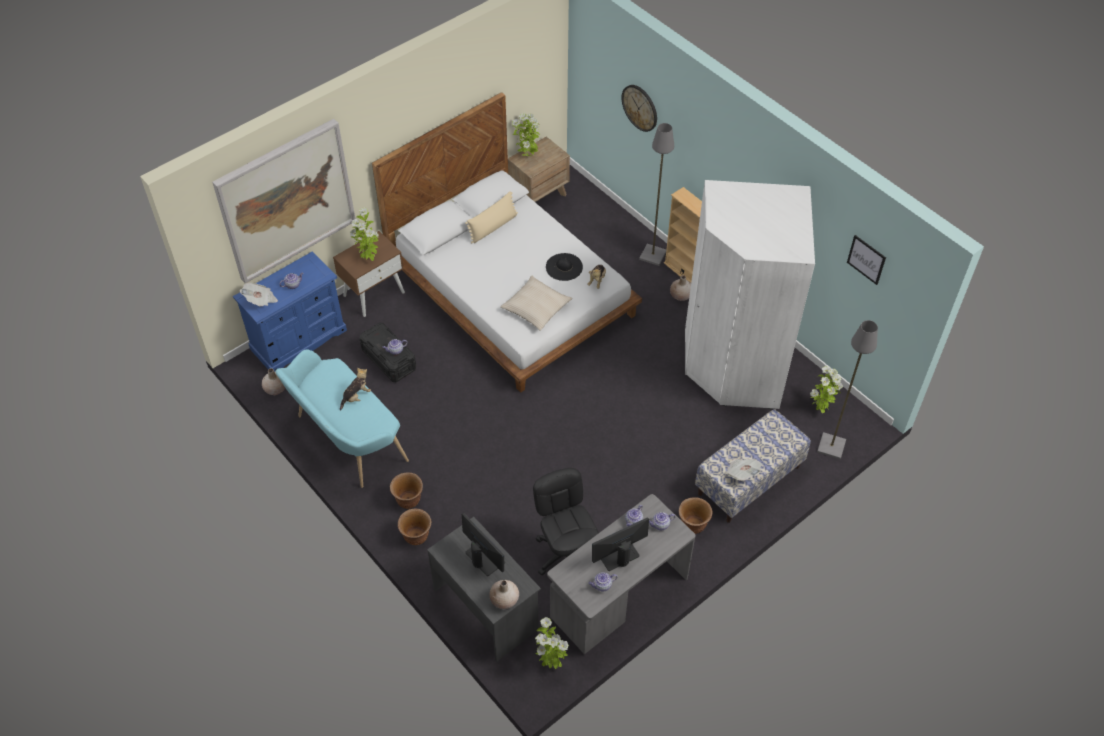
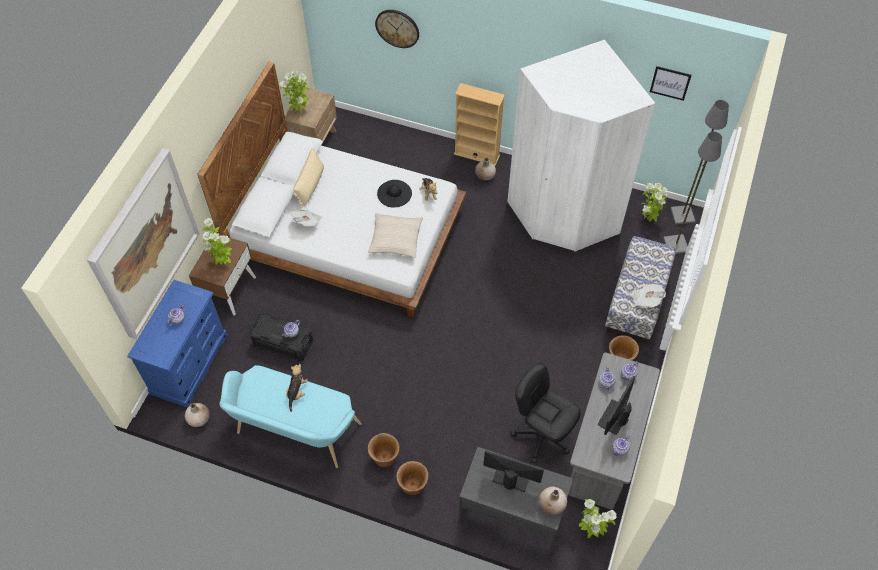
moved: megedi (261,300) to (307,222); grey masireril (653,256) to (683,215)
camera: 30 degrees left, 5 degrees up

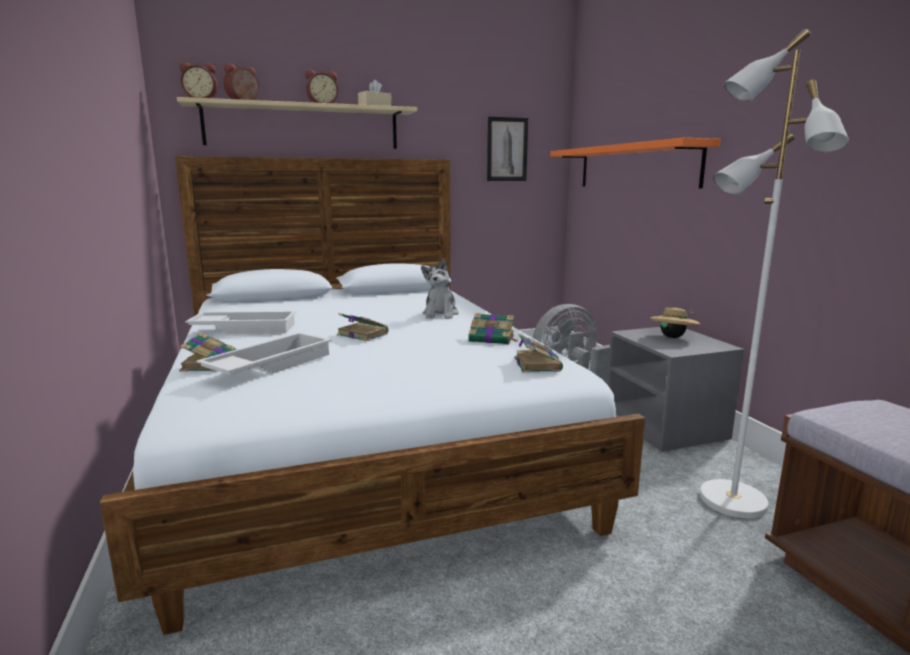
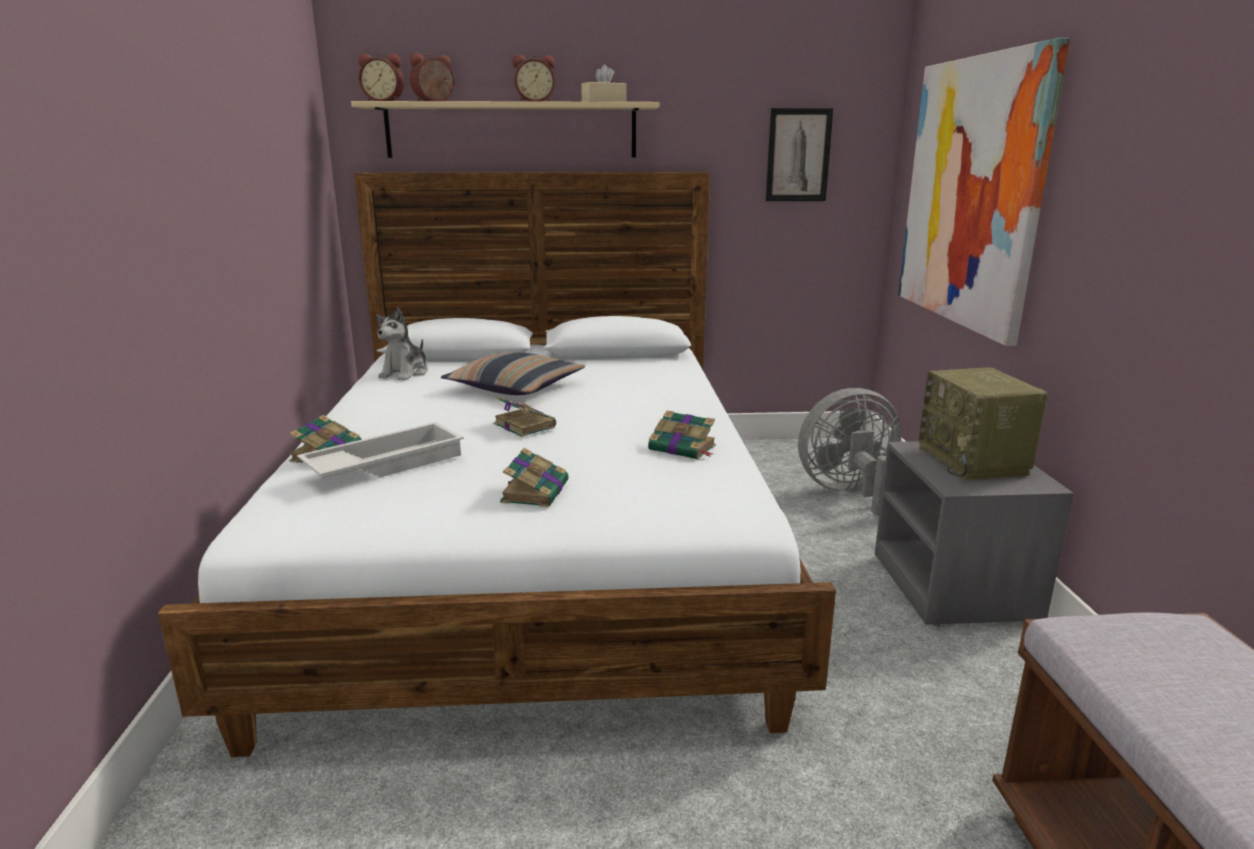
removed: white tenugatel (245,328); white masireril (731,501)
added: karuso (515,387)
moved: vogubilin (440,314) to (405,373); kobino (537,364) to (535,491)
replaced: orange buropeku (635,166) to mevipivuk (971,192); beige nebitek (673,337) to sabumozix (974,462)
camera: 15 degrees right, 5 degrees up

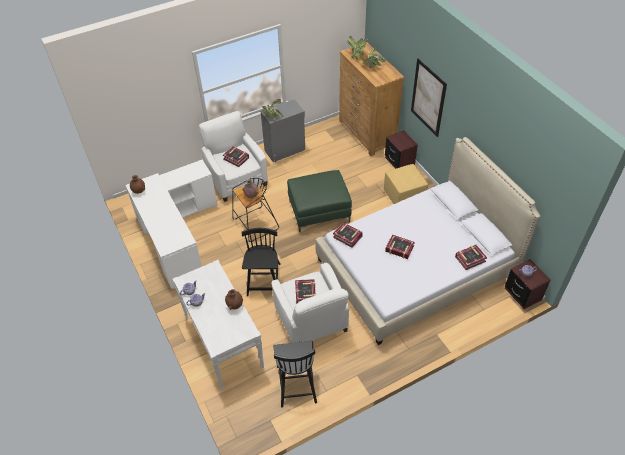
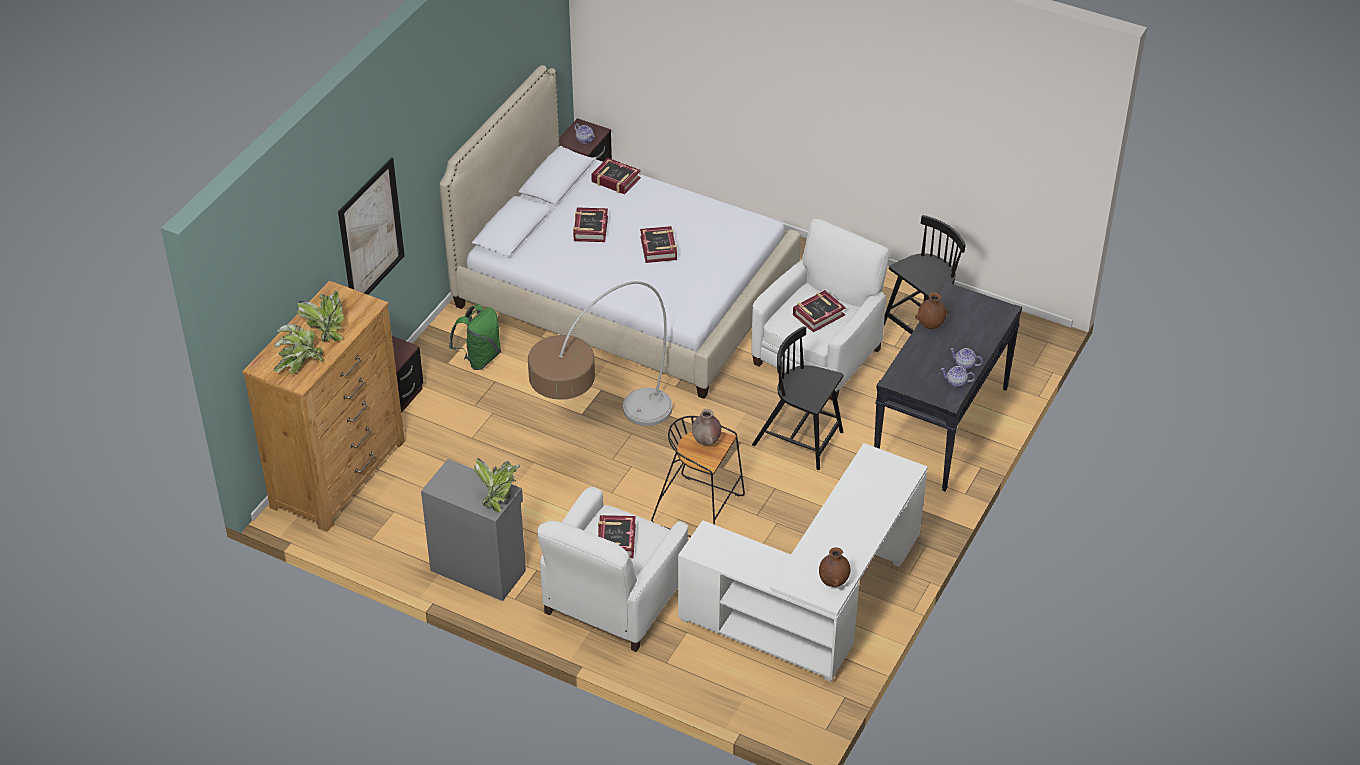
moved: kobino (347,236) to (590,228)
replaced: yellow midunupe (404,196) to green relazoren (479,358); green midunupe (319,211) to masireril (600,445)
recoloured: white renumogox (223,342) to black renumogox (941,427)
turned: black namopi (264,280) = (799,439) 60 degrees clockwise
camera: 125 degrees left, 5 degrees down

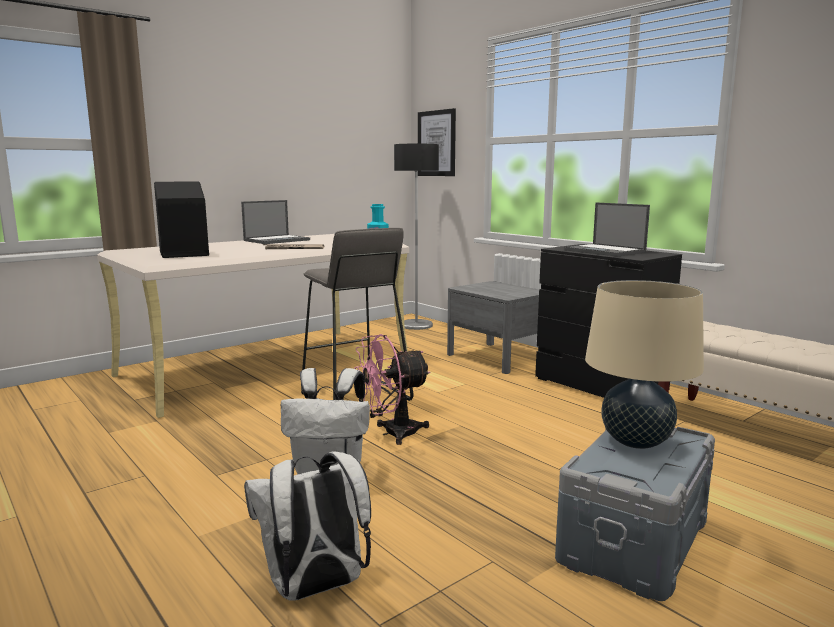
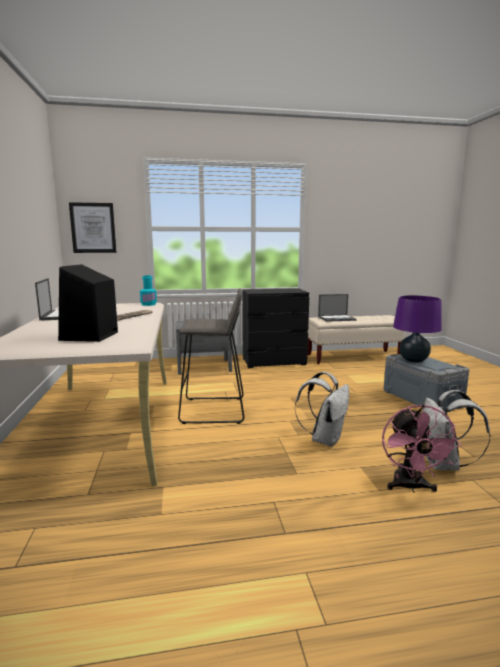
removed: masireril (416,325)
moved: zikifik (605,251) to (337,318); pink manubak (392,433) to (410,487)
recoloured: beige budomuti (636,441) to purple budomuti (413,360)
camera: 60 degrees left, 0 degrees up

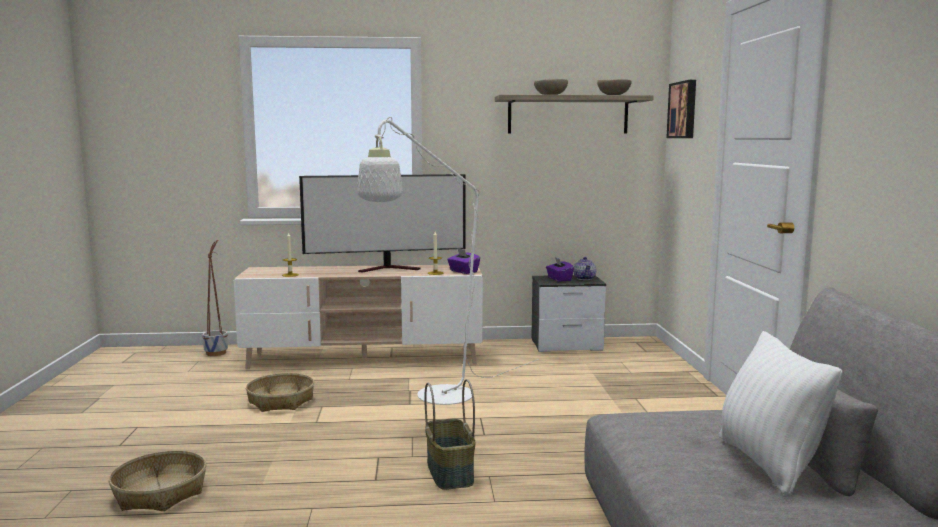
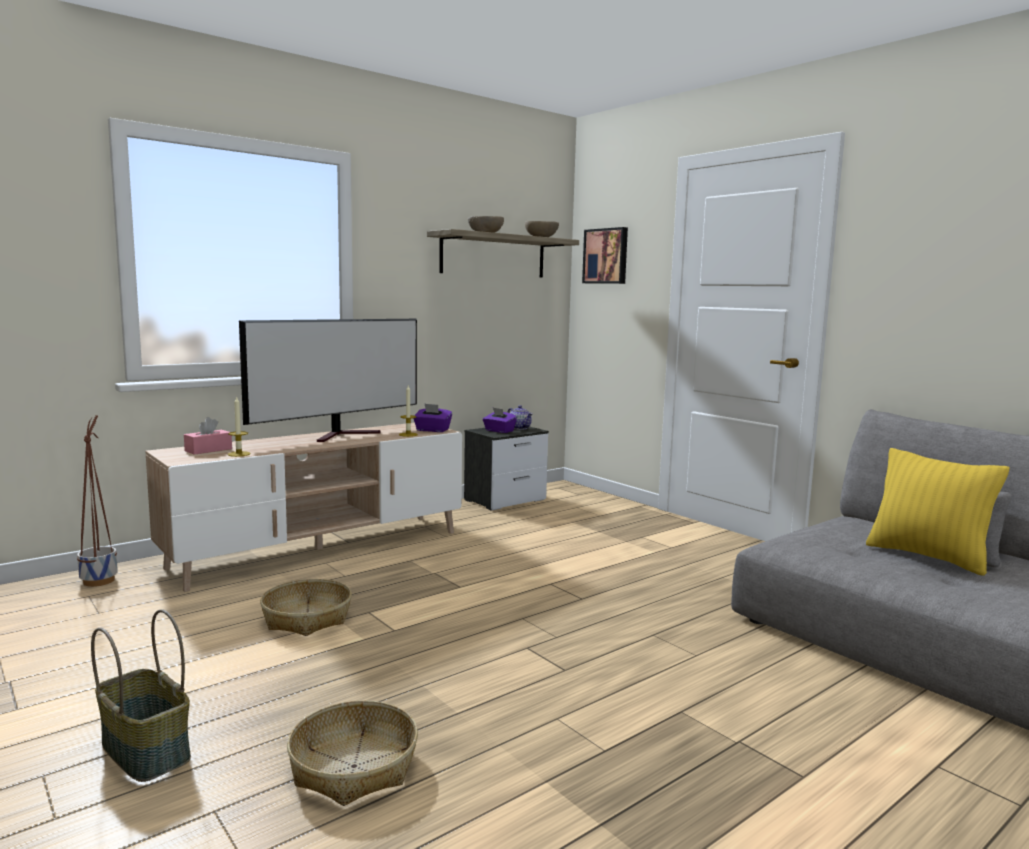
removed: white masireril (434,398)
added: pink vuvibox (208,450)
moved: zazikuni (451,472) to (147,750)
recoloured: white karuso (768,464) to yellow karuso (927,556)
camera: 35 degrees left, 0 degrees up

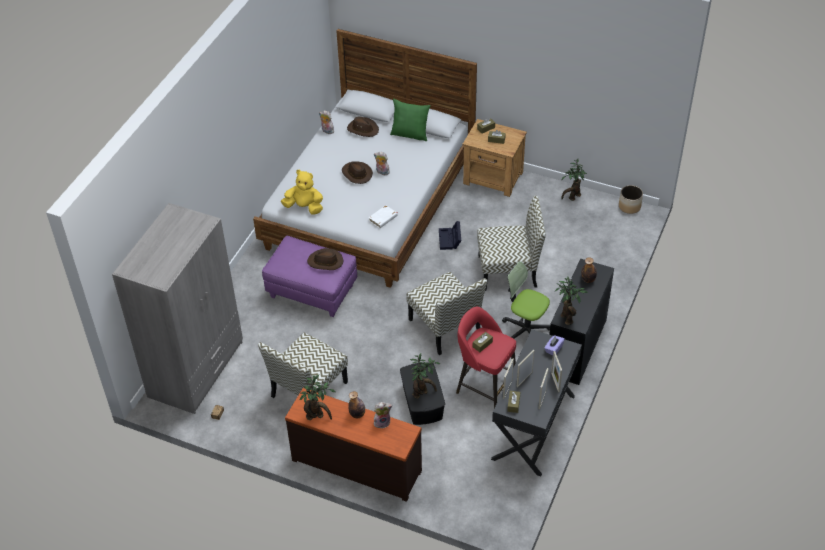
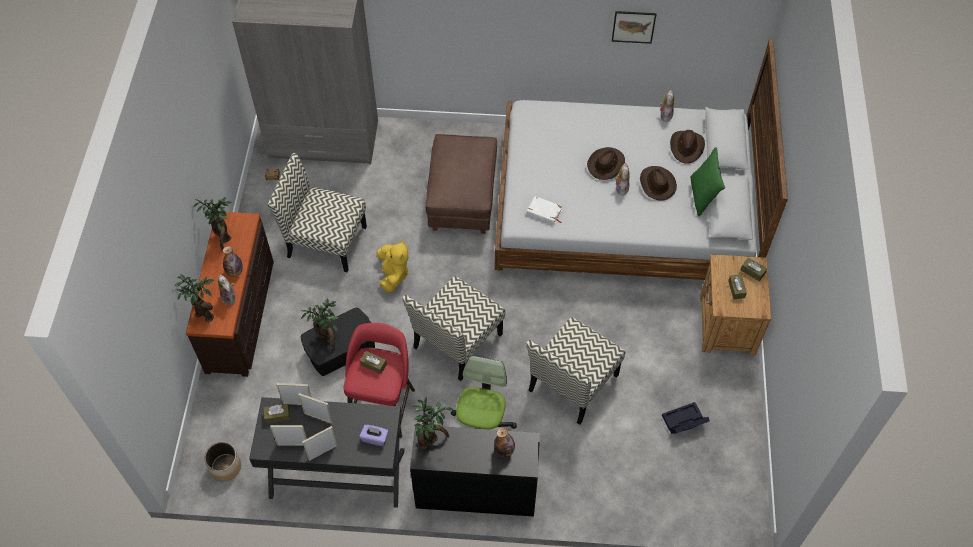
added: mevipivuk (633,26)
moved: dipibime (572,197) to (203,314); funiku (629,207) to (225,467); yellow vogubilin (304,207) to (393,275); brown nebitek (325,262) to (656,184); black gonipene (450,240) to (683,422)
recoloured: purple midunupe (312,292) to brown midunupe (462,200)
turned: namopi (509,270) = (572,384) 60 degrees clockwise
camera: 70 degrees right, 10 degrees up

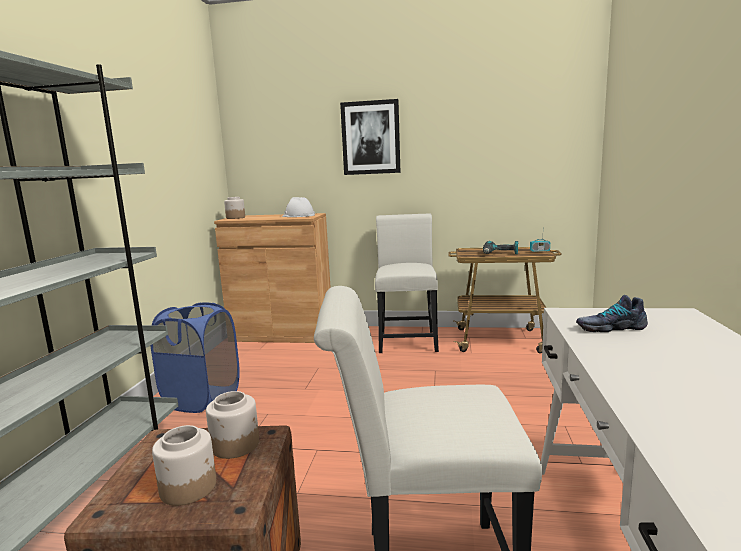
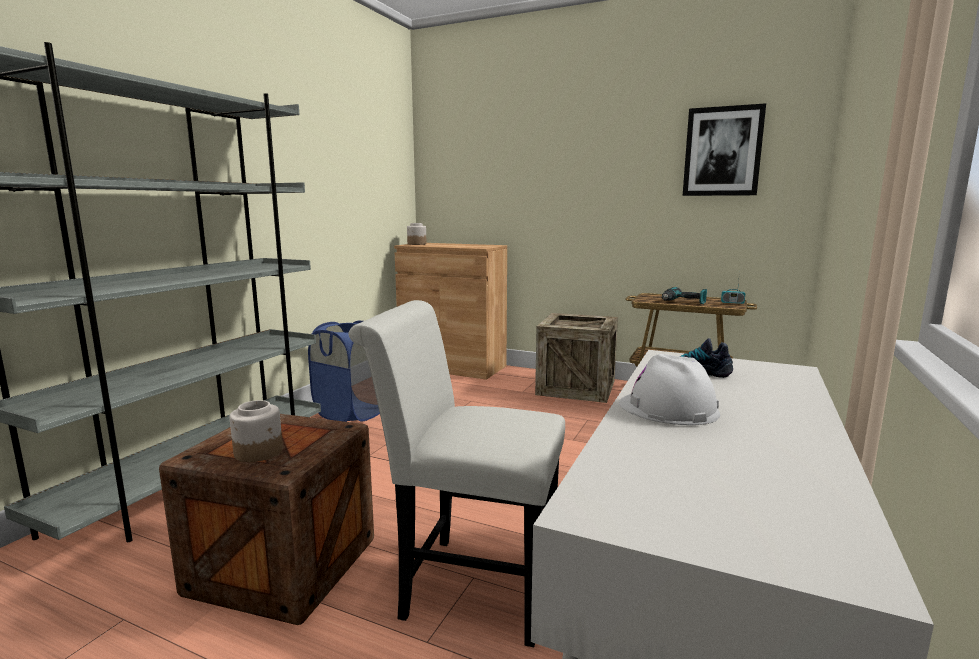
removed: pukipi (236,445)
moved: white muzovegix (298,216) to (668,408); mevipivuk (371,138) to (722,151)
replaced: white namopi (407,340) to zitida (576,387)
camera: 15 degrees right, 0 degrees up

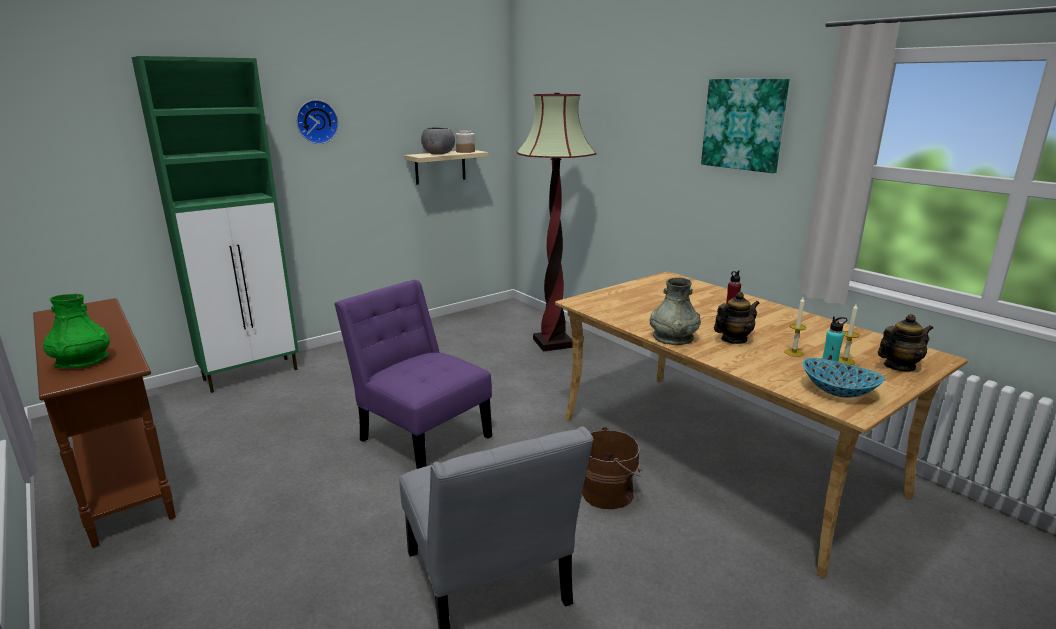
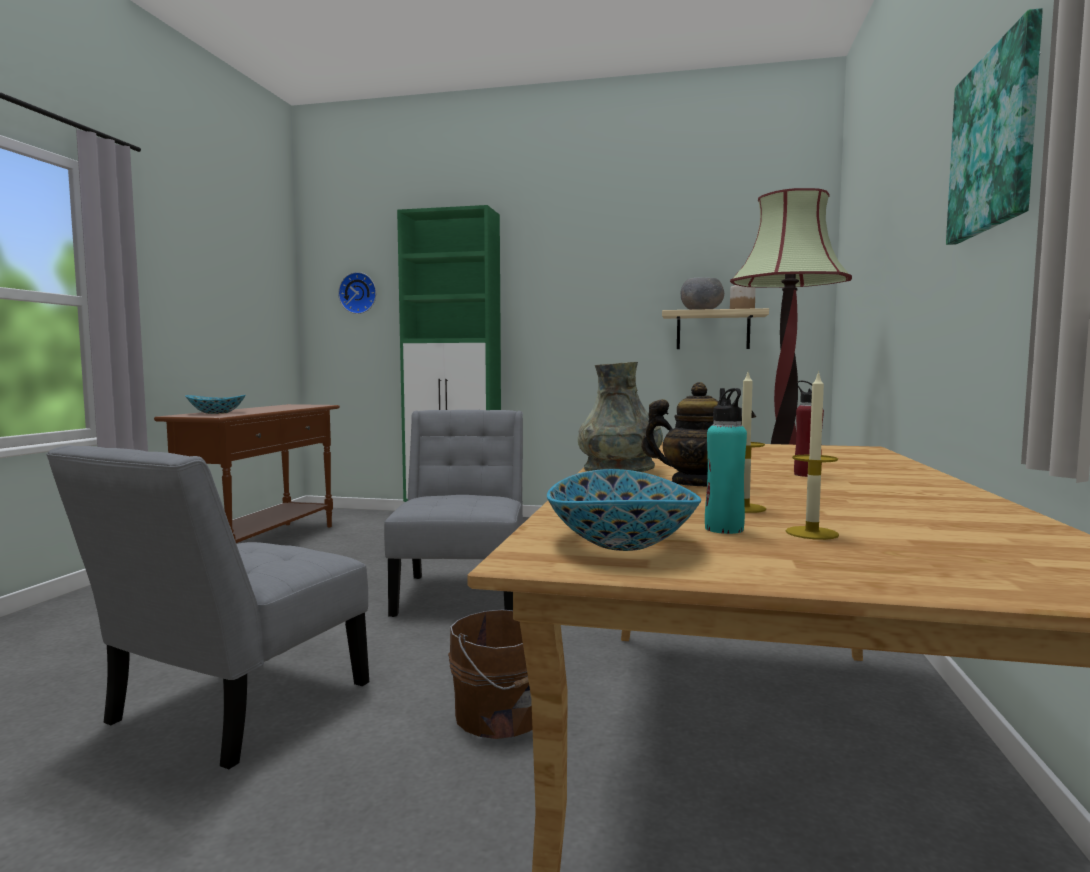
removed: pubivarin (898,366)
moved: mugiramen (316,122) to (358,293)
replaced: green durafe (82,361) to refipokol (216,413)
recoloured: purple namopi (421,435) to grey namopi (462,592)
camera: 50 degrees right, 15 degrees down

